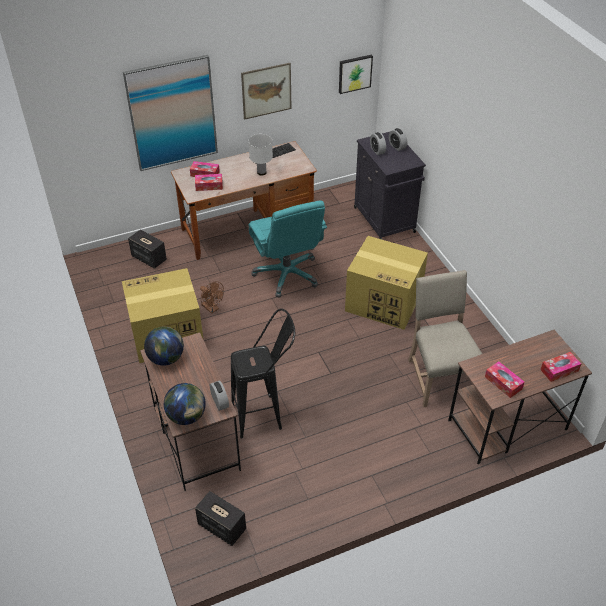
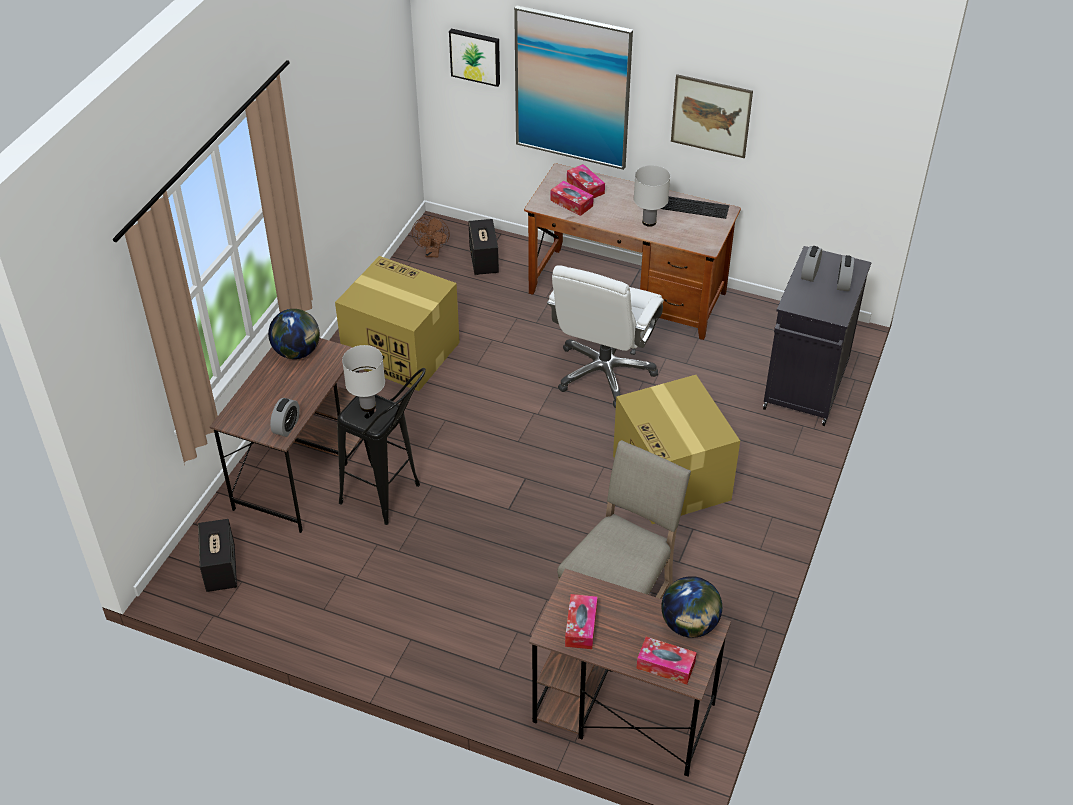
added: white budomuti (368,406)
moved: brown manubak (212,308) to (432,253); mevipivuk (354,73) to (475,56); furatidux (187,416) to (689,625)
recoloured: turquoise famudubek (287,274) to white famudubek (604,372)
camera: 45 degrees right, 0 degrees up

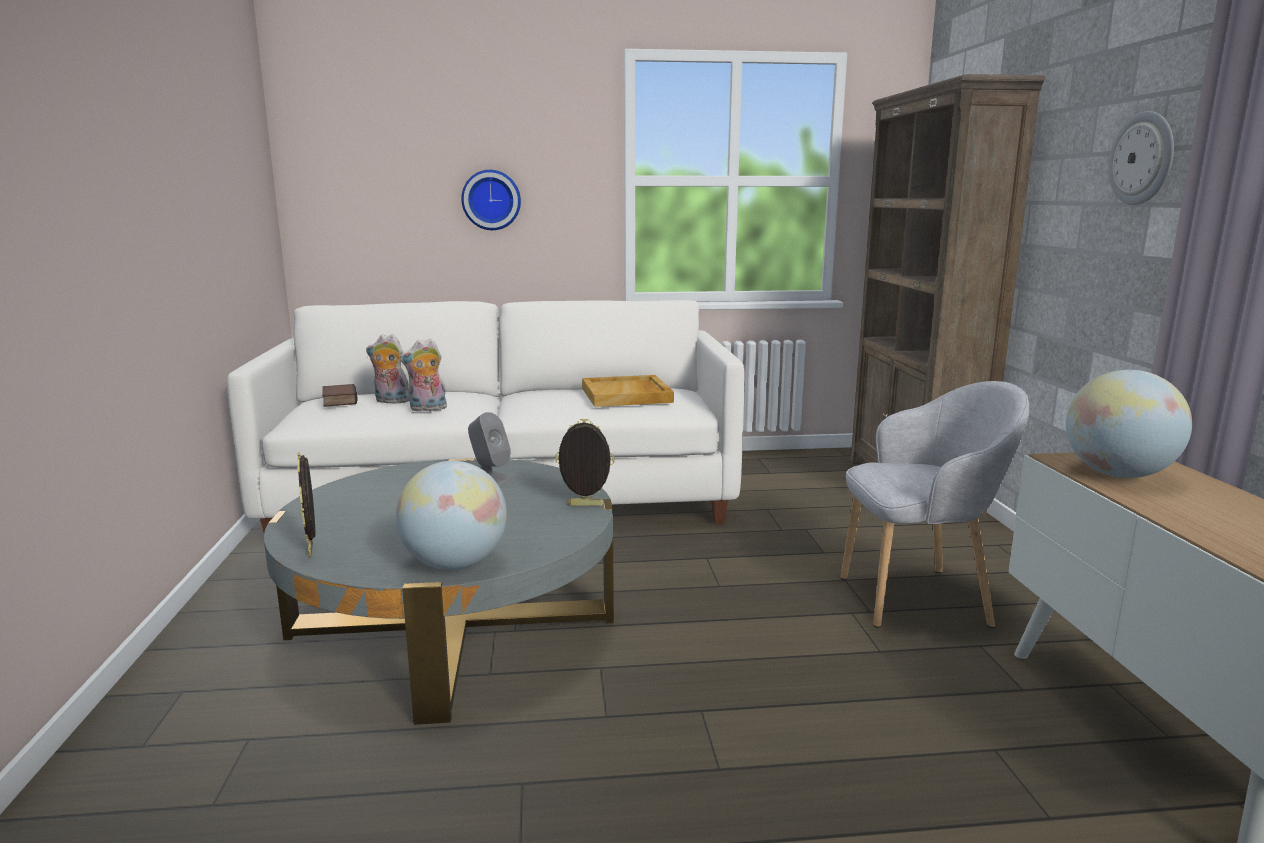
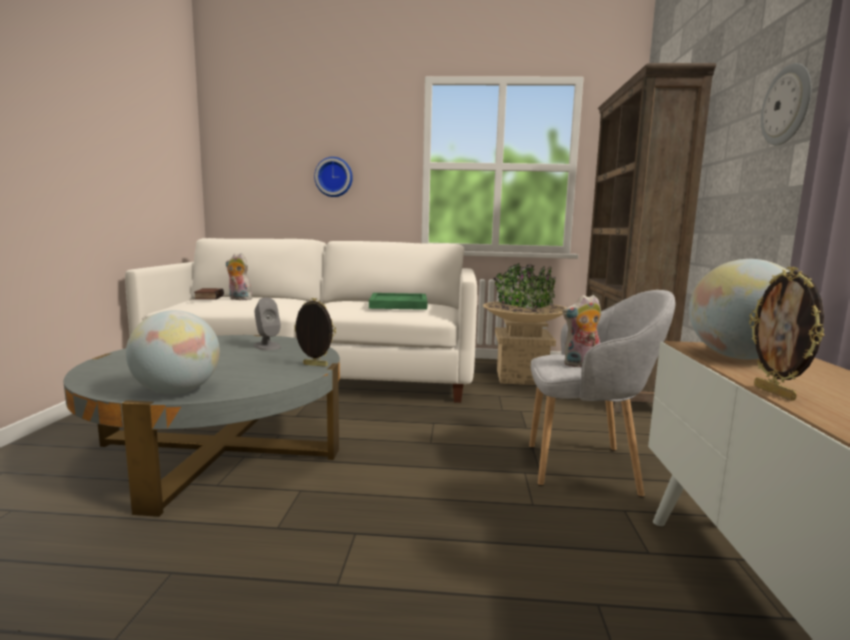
added: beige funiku (521,377)
moved: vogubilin (427,409) to (581,365); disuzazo (312,550) to (775,393)
recoloured: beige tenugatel (627,395) to green tenugatel (399,304)
camera: 10 degrees right, 5 degrees down

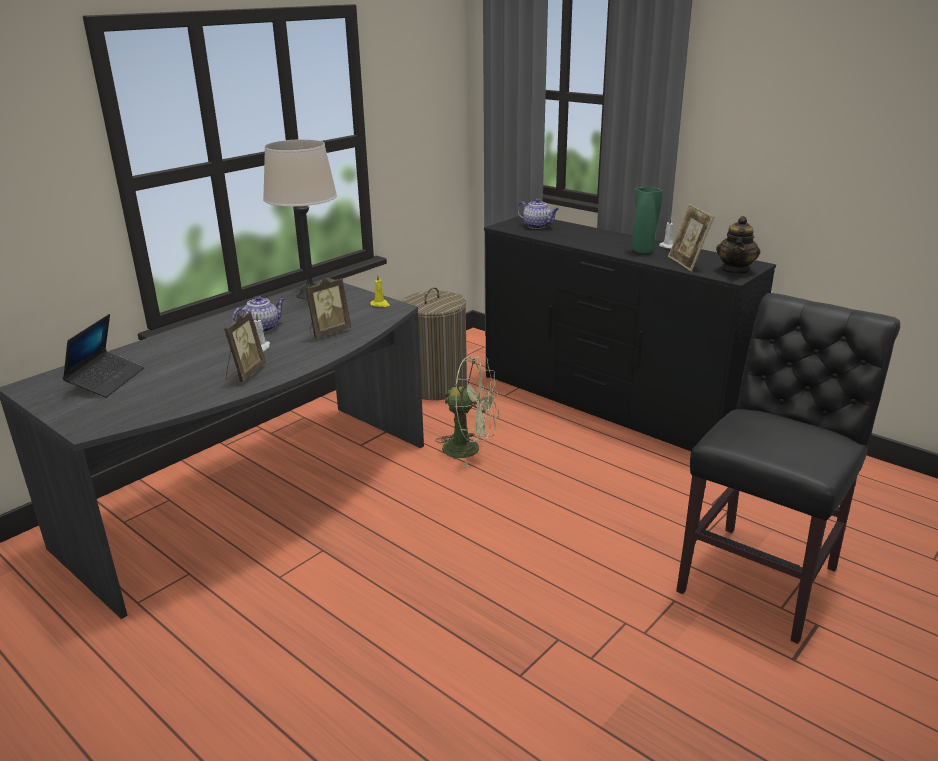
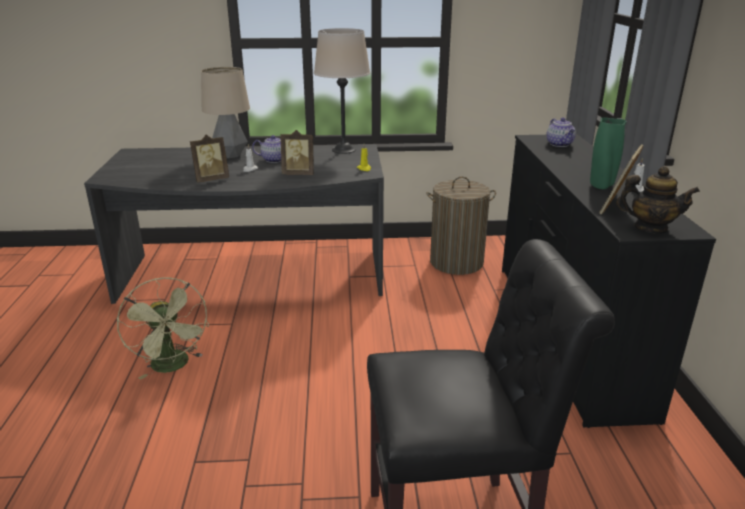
removed: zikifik (106,380)
added: budomuti (231,155)
moved: green manubak (470,449) to (173,366)
turned: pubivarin (735,270) = (650,228) 135 degrees counterclockwise
camera: 45 degrees right, 0 degrees up

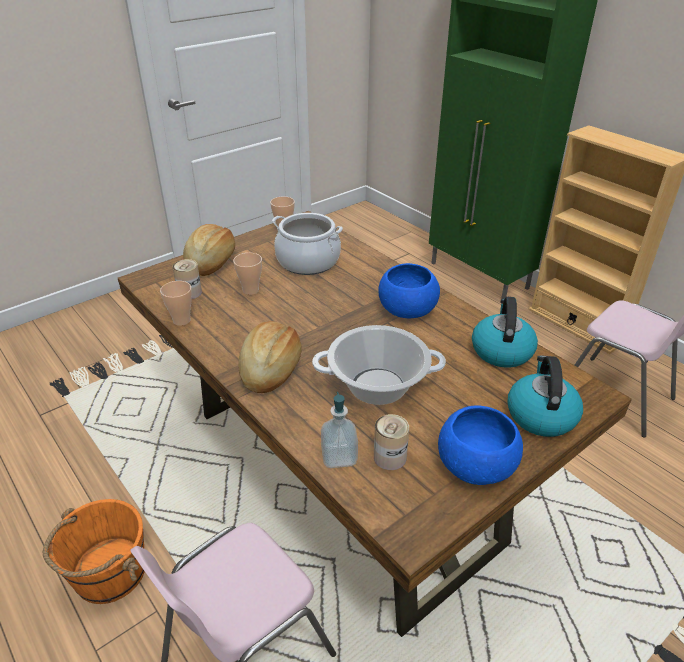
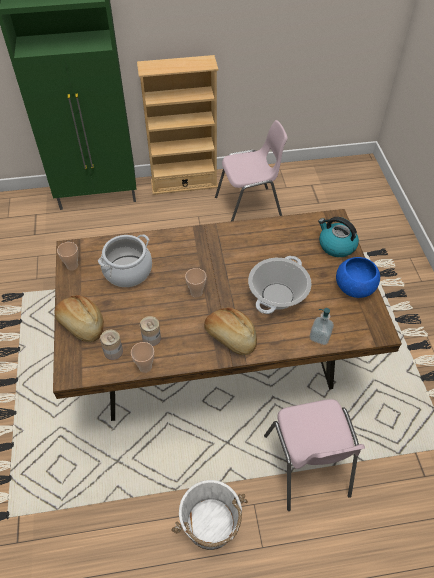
removed: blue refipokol (407,310); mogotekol (501,350)
moved: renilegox (390,457) to (151,338); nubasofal (250,290) to (196,292)
recoloured: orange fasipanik (108,573) to white fasipanik (211,525)
camera: 60 degrees left, 15 degrees up

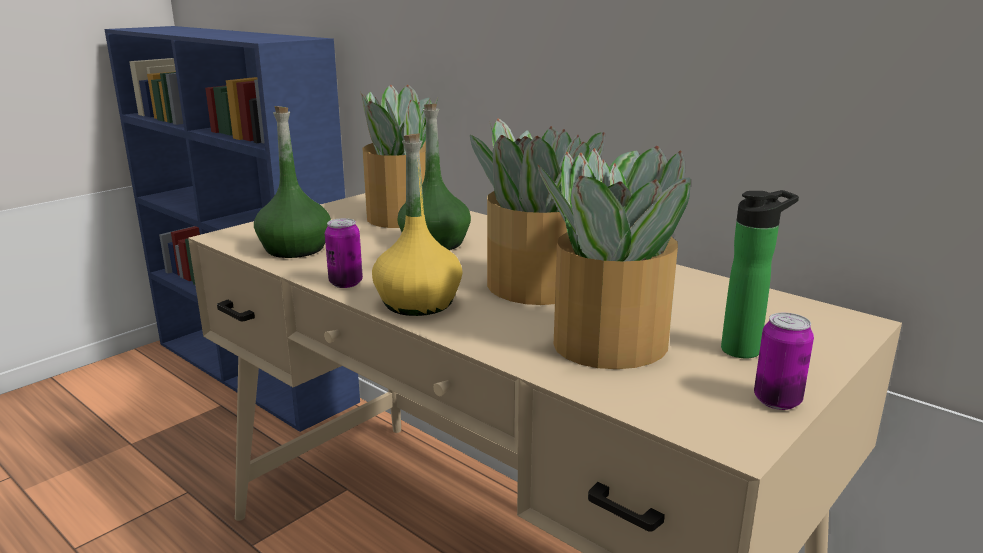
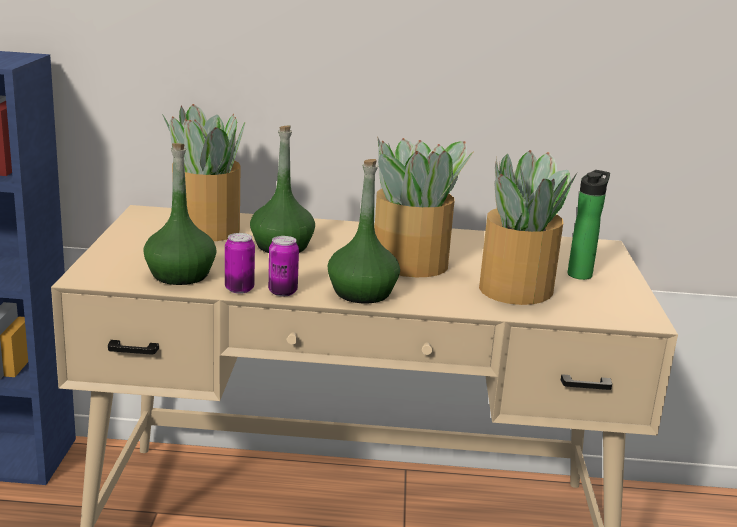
moved: renilegox (777,401) to (239,289)
recoloured: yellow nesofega (418,303) to green nesofega (362,293)
camera: 40 degrees left, 0 degrees up

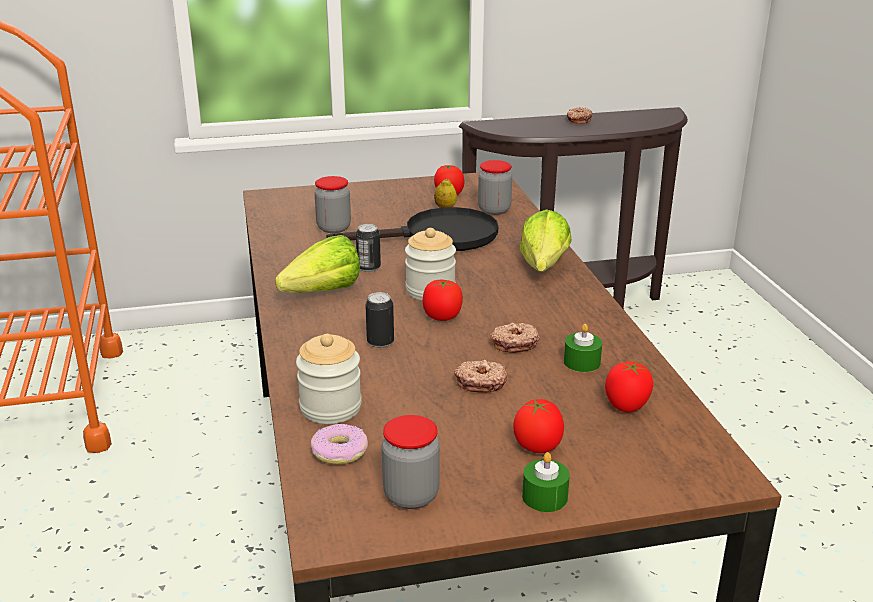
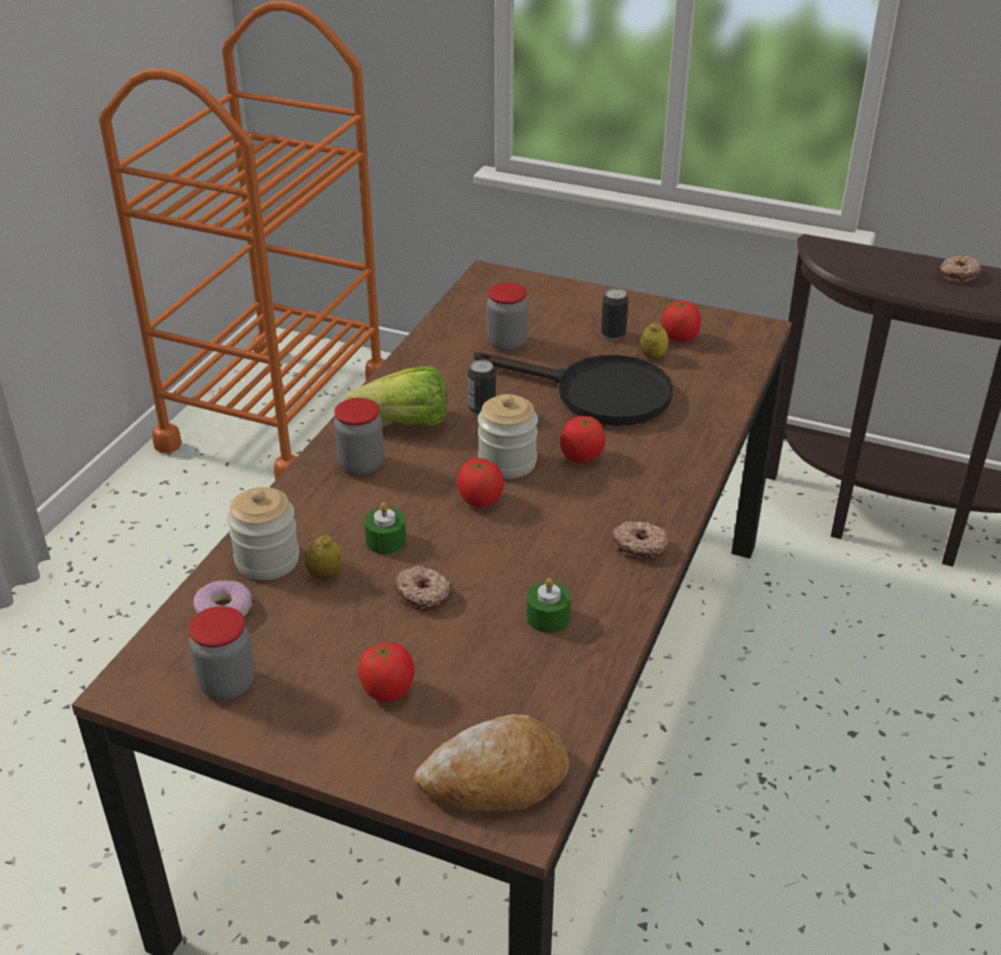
removed: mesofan (541,270)
added: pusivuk (325,575); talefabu (496,779)
moved: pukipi (494,210) to (361,464); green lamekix (544,497) to (386,541); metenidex (626,406) to (581,457); renilegox (380,342) to (613,334); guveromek (514,343) to (639,546)
camera: 35 degrees right, 10 degrees up

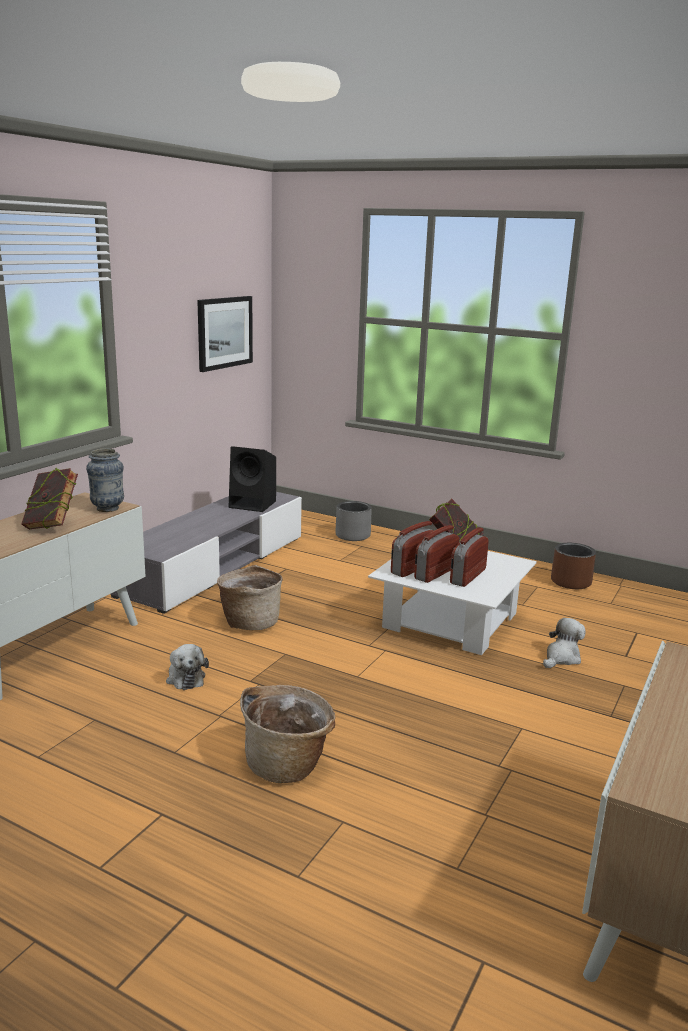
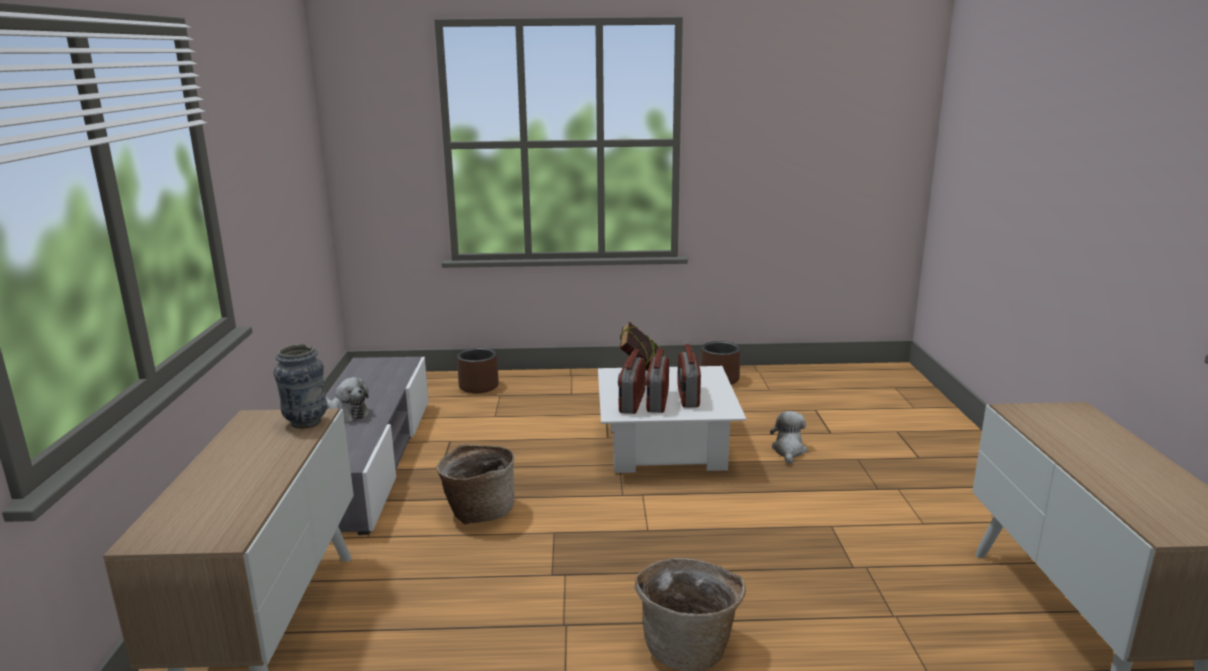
removed: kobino (52,526); mevipivuk (224,332); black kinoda (254,504)
moved: vogubilin (185,677) to (347,413)
recoloured: grey funiku (353,535) to brown funiku (479,386)
camera: 30 degrees left, 0 degrees up

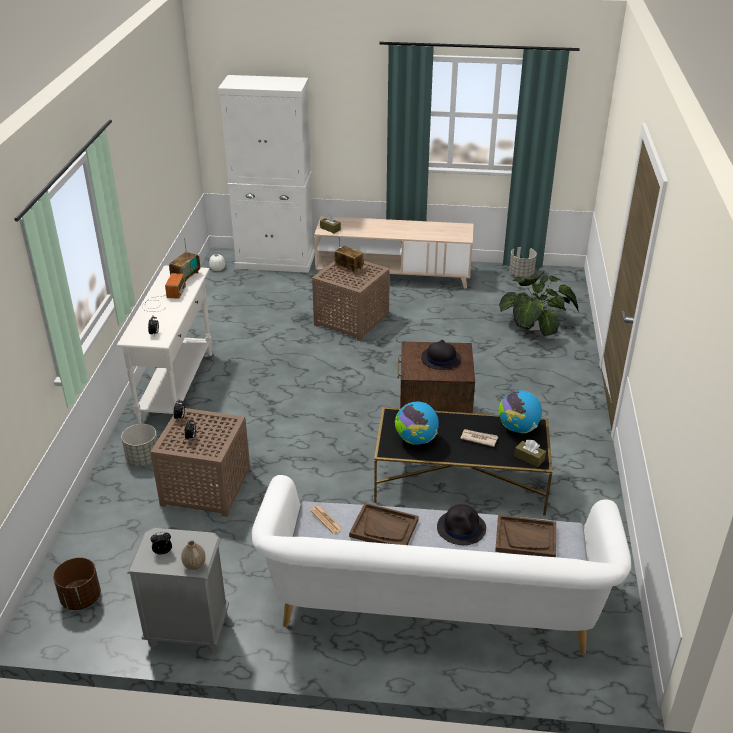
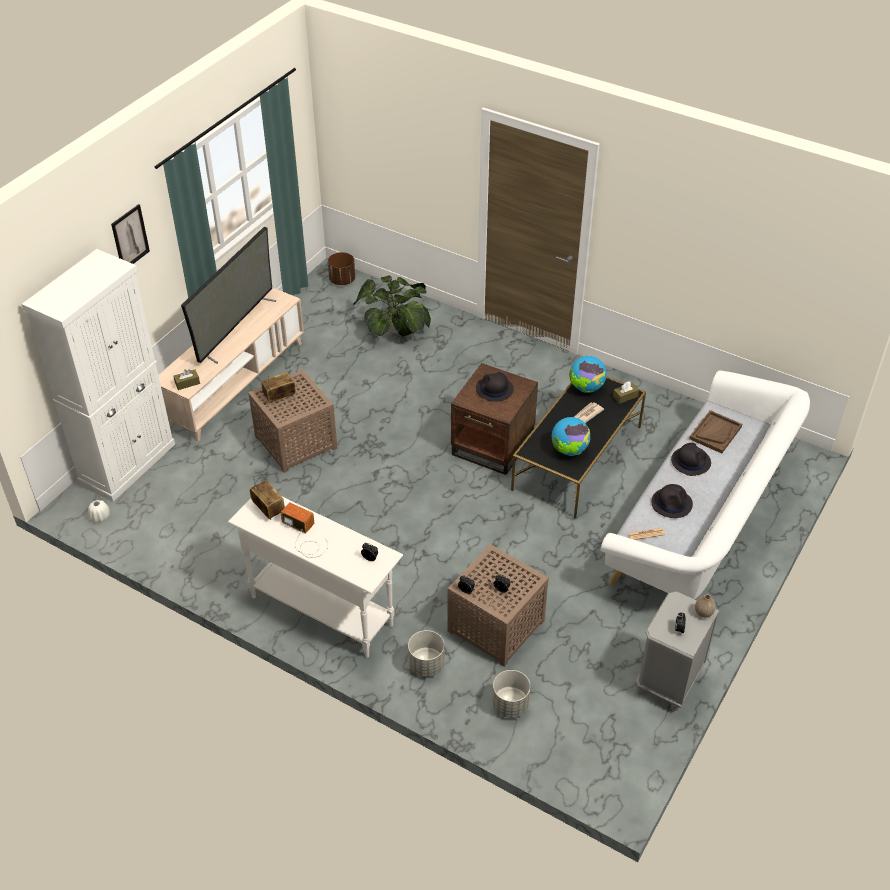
added: mevipivuk (130,237); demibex (236,328)
moved: brown funiku (80,598) to (342,280); grey funiku (521,274) to (510,705)
replaced: brown tenugatel (384,528) to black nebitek (672,503)
camera: 65 degrees left, 10 degrees up

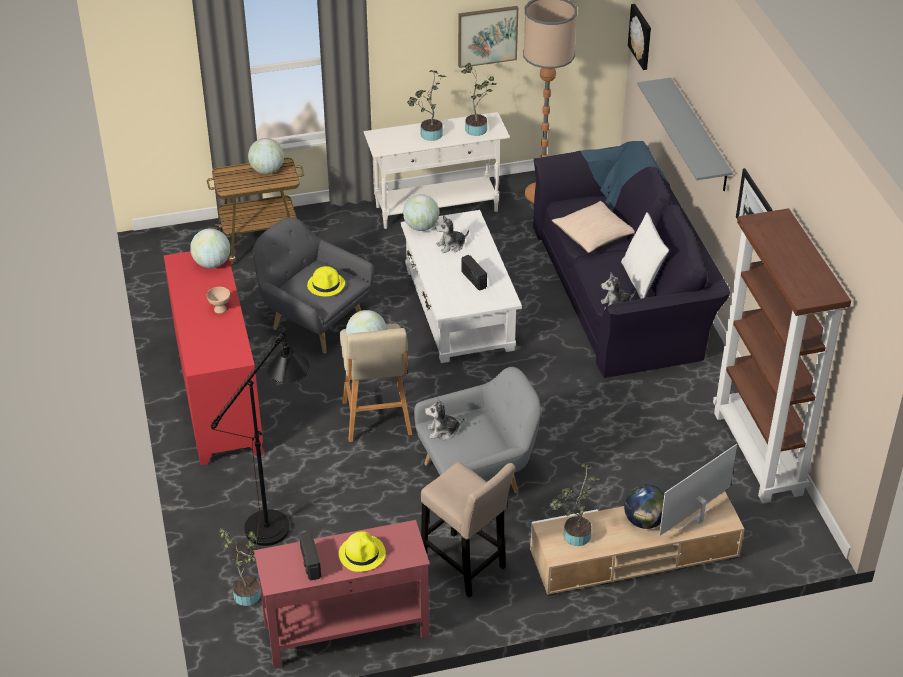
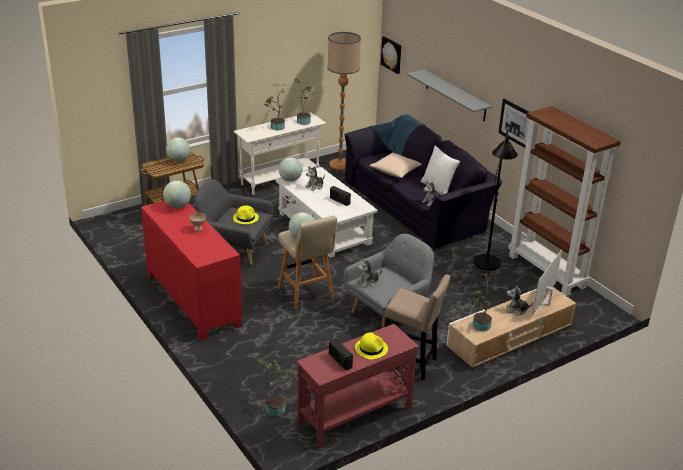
removed: mevipivuk (487,35)
moved: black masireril (276,520) to (488,259)
replaced: furatidux (644,521) to vogubilin (516,310)
camera: 20 degrees left, 10 degrees down

